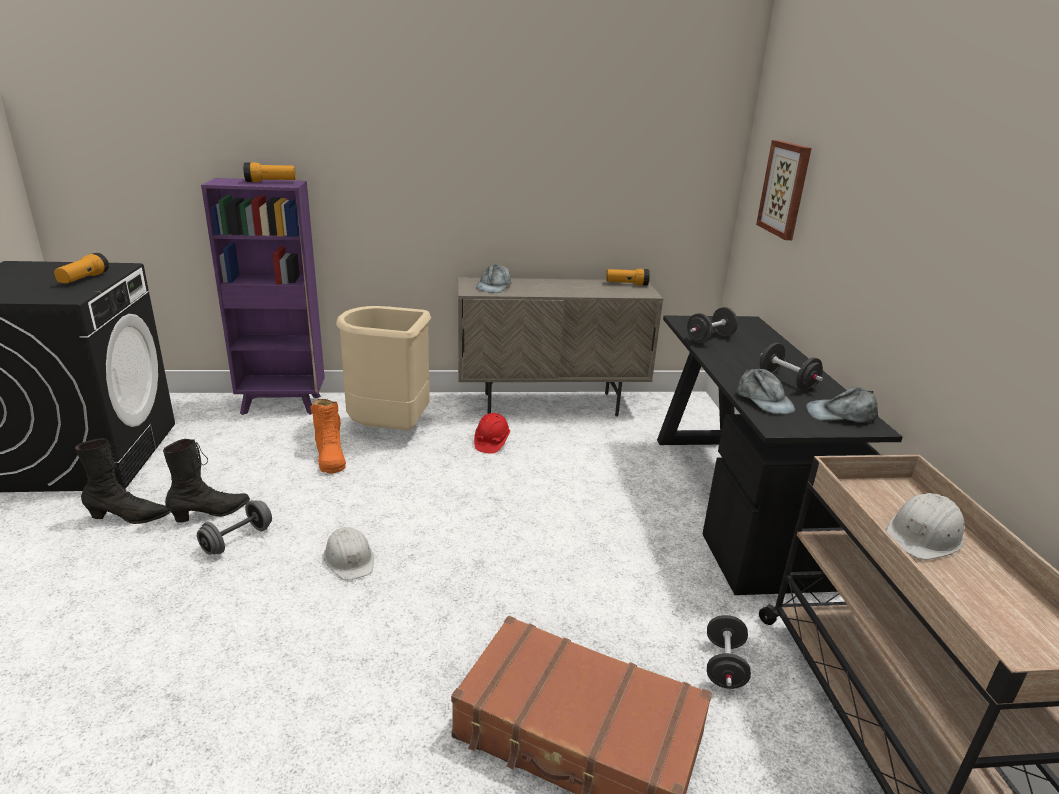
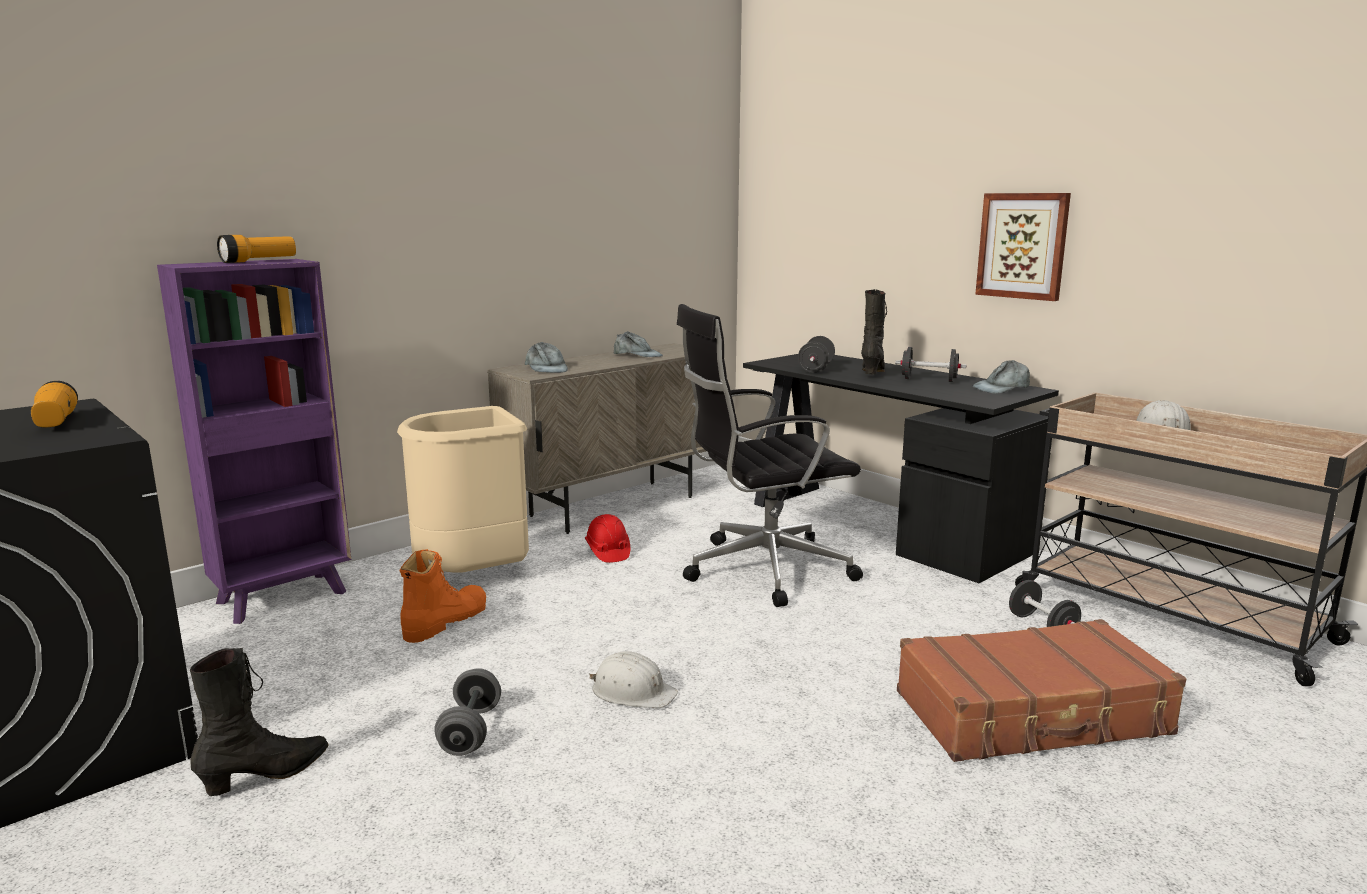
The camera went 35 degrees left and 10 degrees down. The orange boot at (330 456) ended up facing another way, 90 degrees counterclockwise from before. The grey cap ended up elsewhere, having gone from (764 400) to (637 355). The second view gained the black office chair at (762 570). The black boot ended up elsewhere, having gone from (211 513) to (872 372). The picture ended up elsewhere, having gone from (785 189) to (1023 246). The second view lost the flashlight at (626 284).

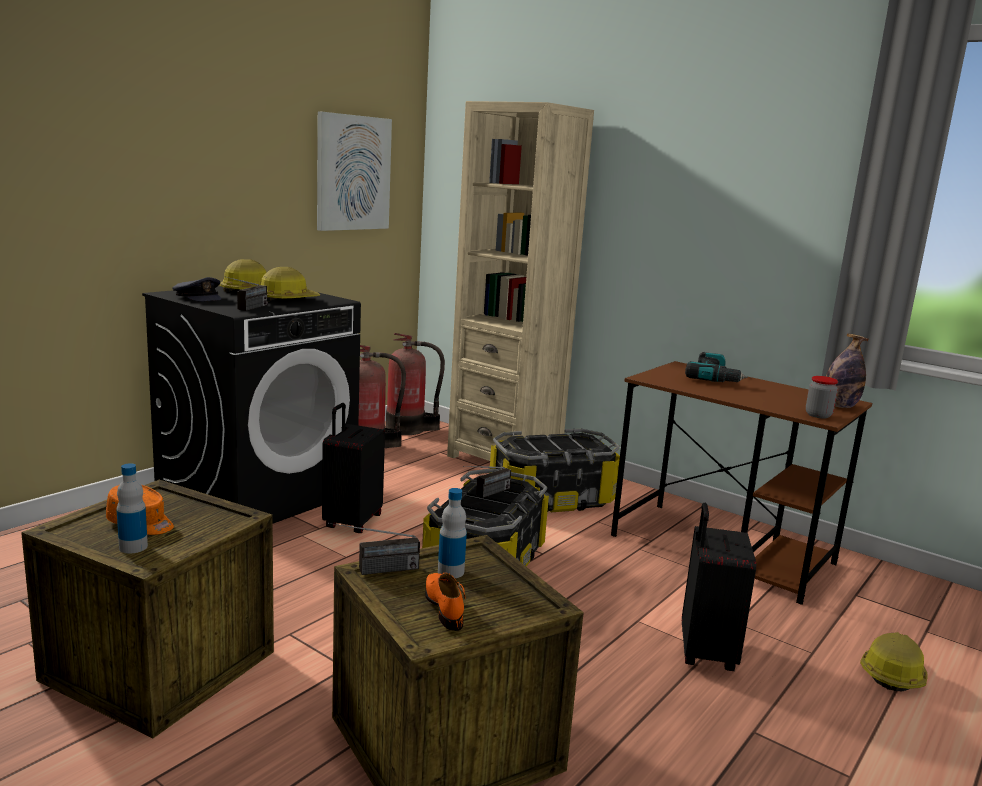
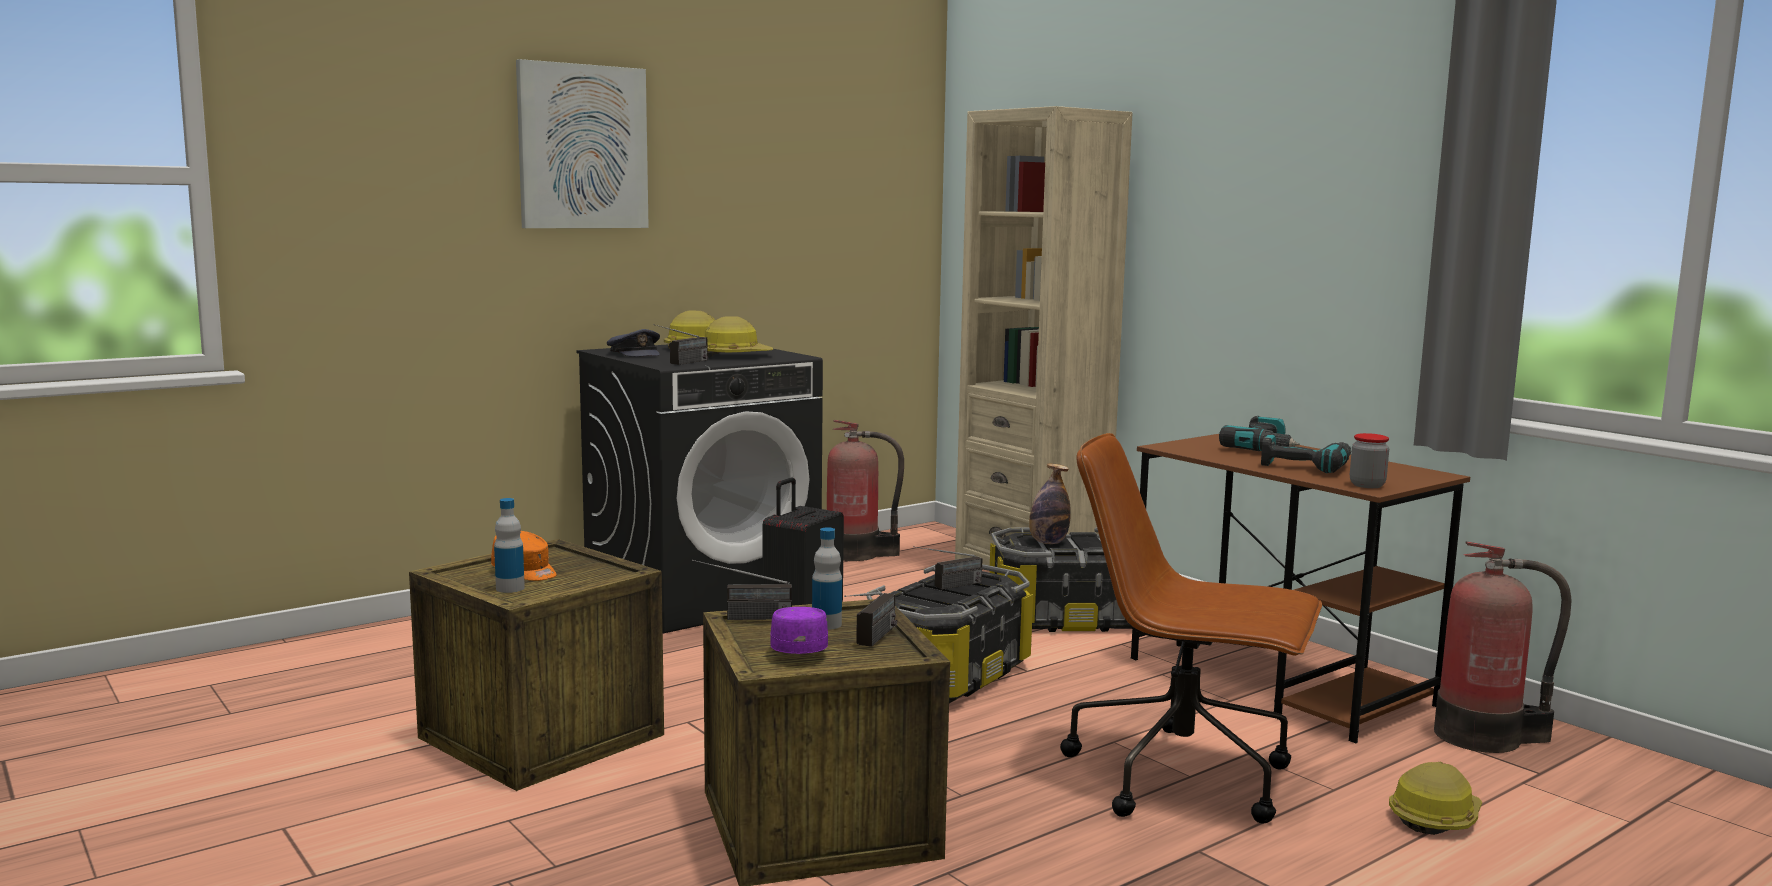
The camera went 15 degrees right and 5 degrees down. The picture ended up elsewhere, having gone from (353 173) to (582 147). Where the orange shoe stood at (444 606), the purple cap came to stand at (799 647). The second view gained the radio at (871 641). The bottle ended up elsewhere, having gone from (839 406) to (1048 542). Where the black suitcase stood at (704 652), the brown office chair came to stand at (1184 776). The second view gained the power drill at (1305 466). The fire extinguisher ended up elsewhere, having gone from (408 429) to (1484 737).

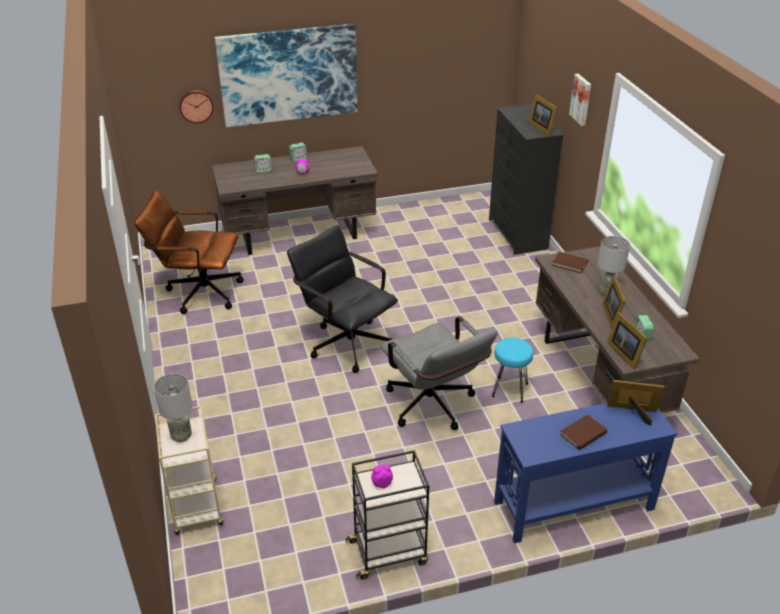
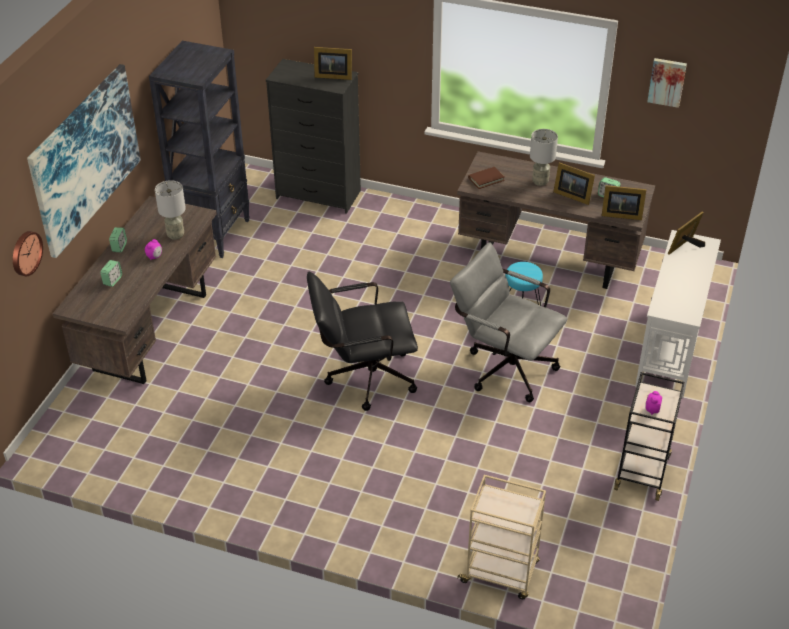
The camera went 55 degrees left and 5 degrees up. The second view gained the black bookcase at (214 233). The grey table lamp ended up elsewhere, having gone from (181 436) to (175 235). The grey office chair at (434 408) ended up facing another way, 150 degrees counterclockwise from before. What was the blue console table at (572 505) turned into the white console table at (669 348). The picture ended up elsewhere, having gone from (581 99) to (667 81). The second view lost the brown office chair at (198 292). The second view lost the brown book at (583 434).

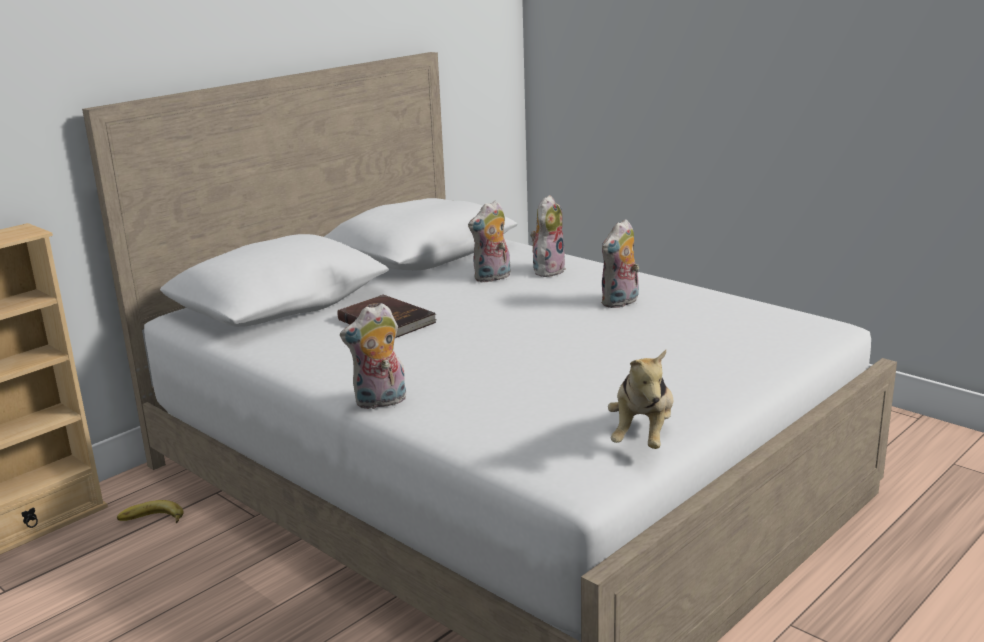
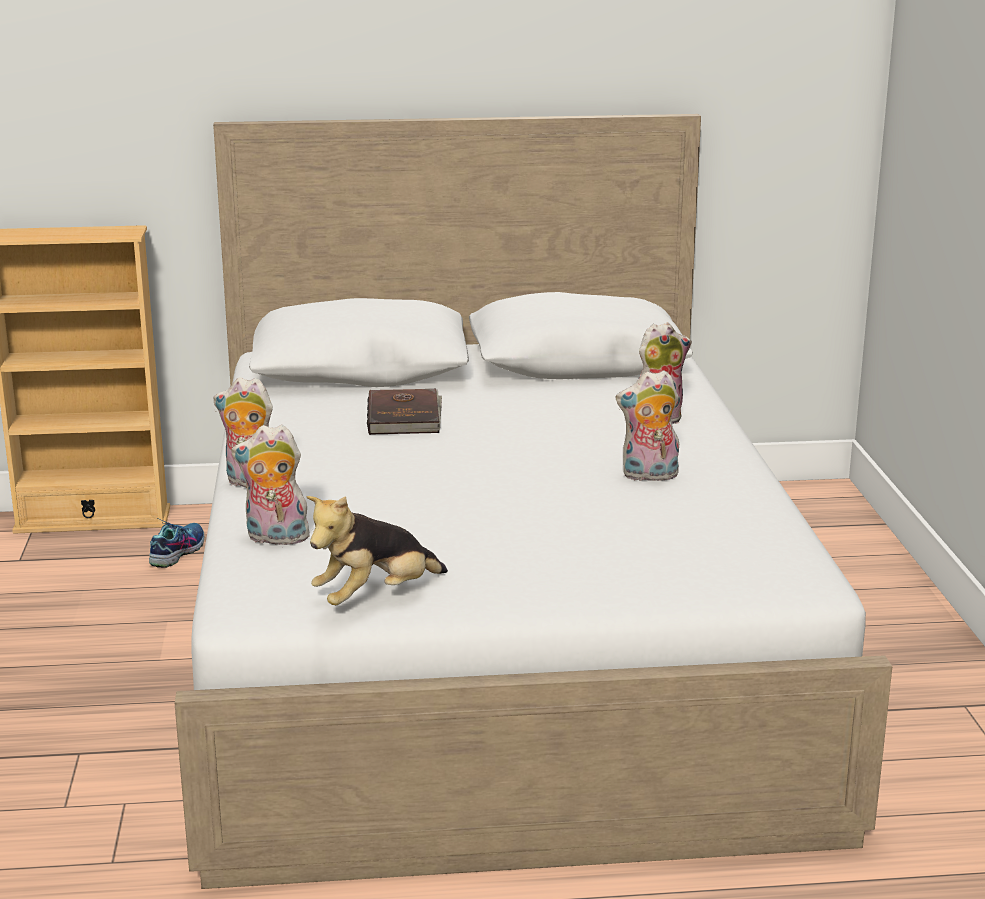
The camera went 40 degrees right and 0 degrees up. Where the banana stood at (151 521), the shoe came to stand at (177 552). The plush toy ended up elsewhere, having gone from (492 278) to (275 539).

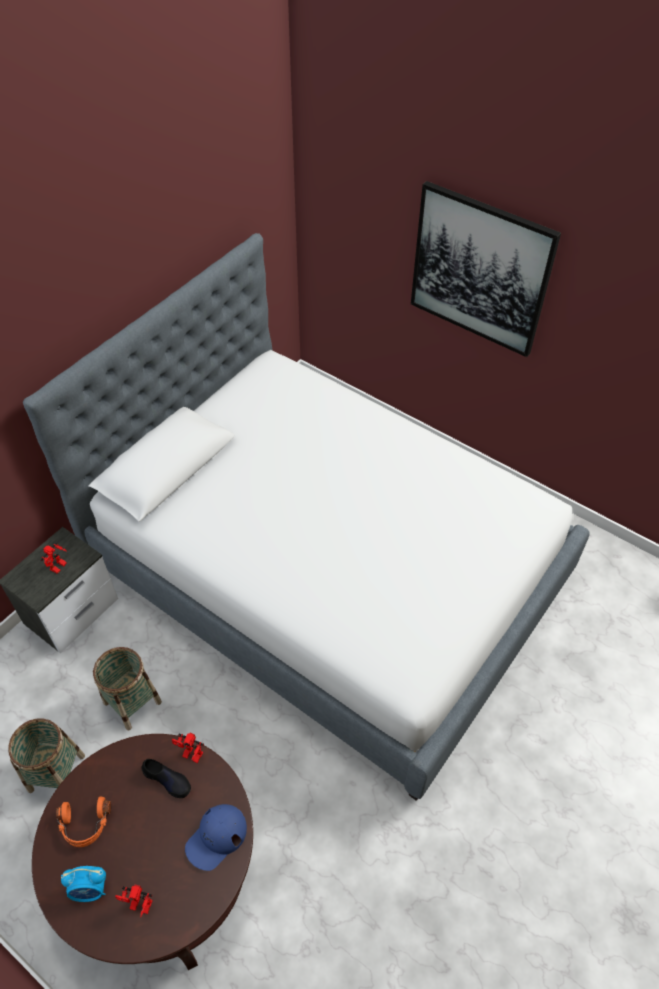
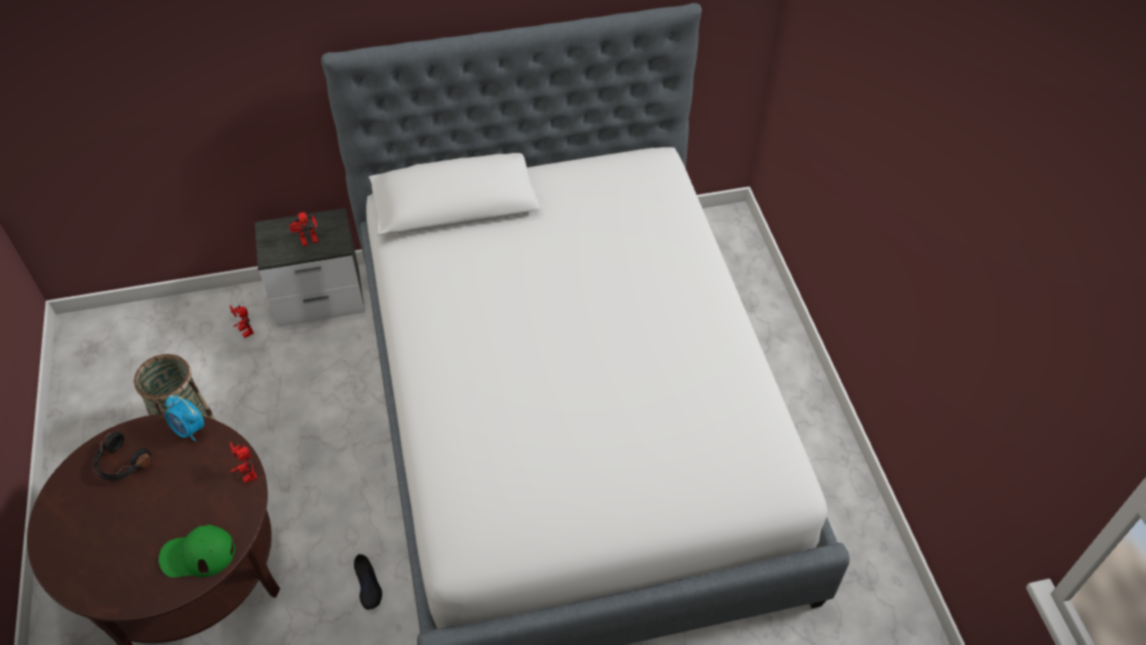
The camera went 40 degrees right and 0 degrees up. What was the orange headphones at (85 825) turned into the black headphones at (121 464). What was the blue cap at (216 837) turned into the green cap at (198 554). The alarm clock ended up elsewhere, having gone from (90 889) to (189 430). The toy robot ended up elsewhere, having gone from (138 907) to (243 331). The black shoe ended up elsewhere, having gone from (167 779) to (368 585). The second view lost the basket at (132 702). The second view lost the picture at (480 270).

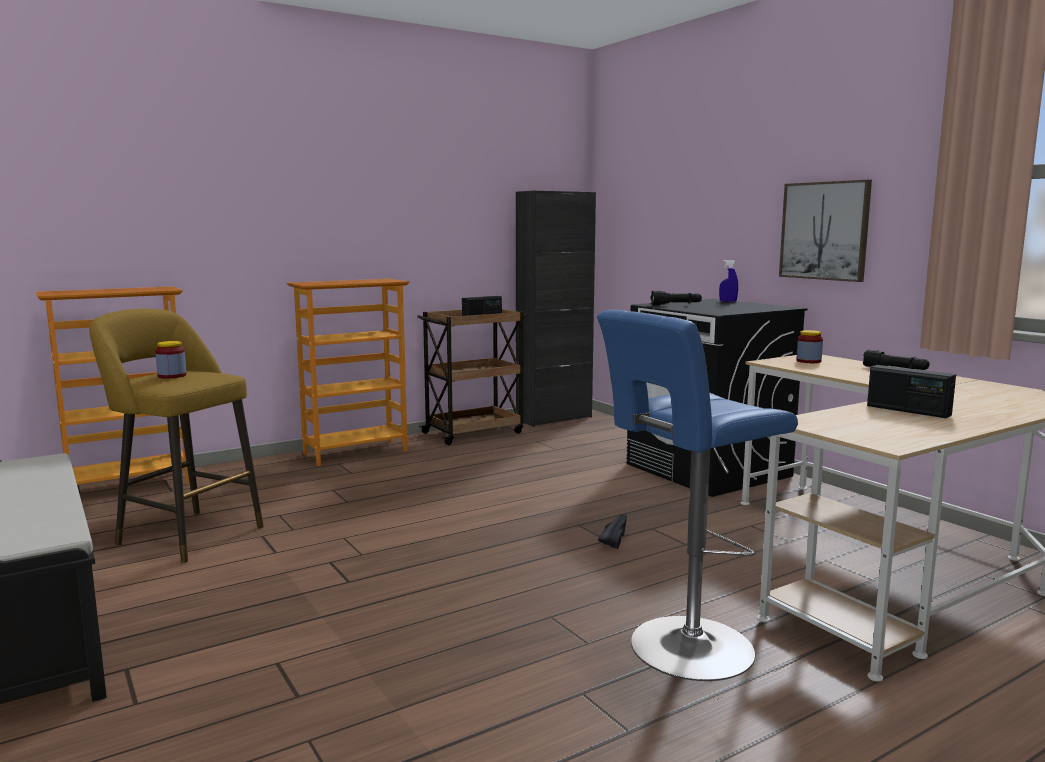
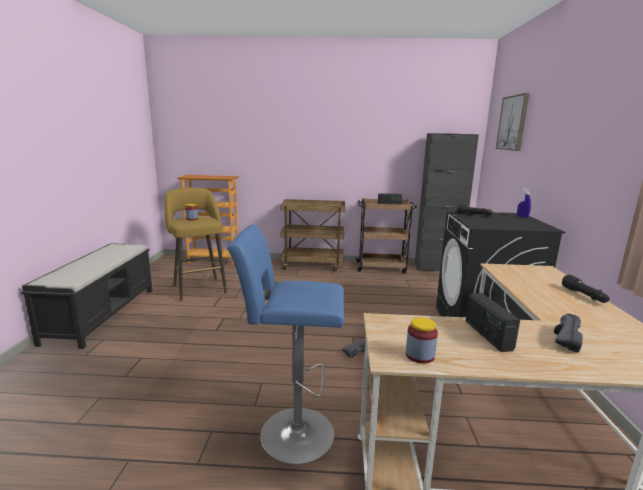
The camera went 35 degrees right and 5 degrees up. Where the bookcase stood at (355 452), the brown cart came to stand at (313 265). The jar ended up elsewhere, having gone from (808 361) to (420 355). The picture ended up elsewhere, having gone from (824 231) to (513 123). The second view gained the black shoe at (562 339).

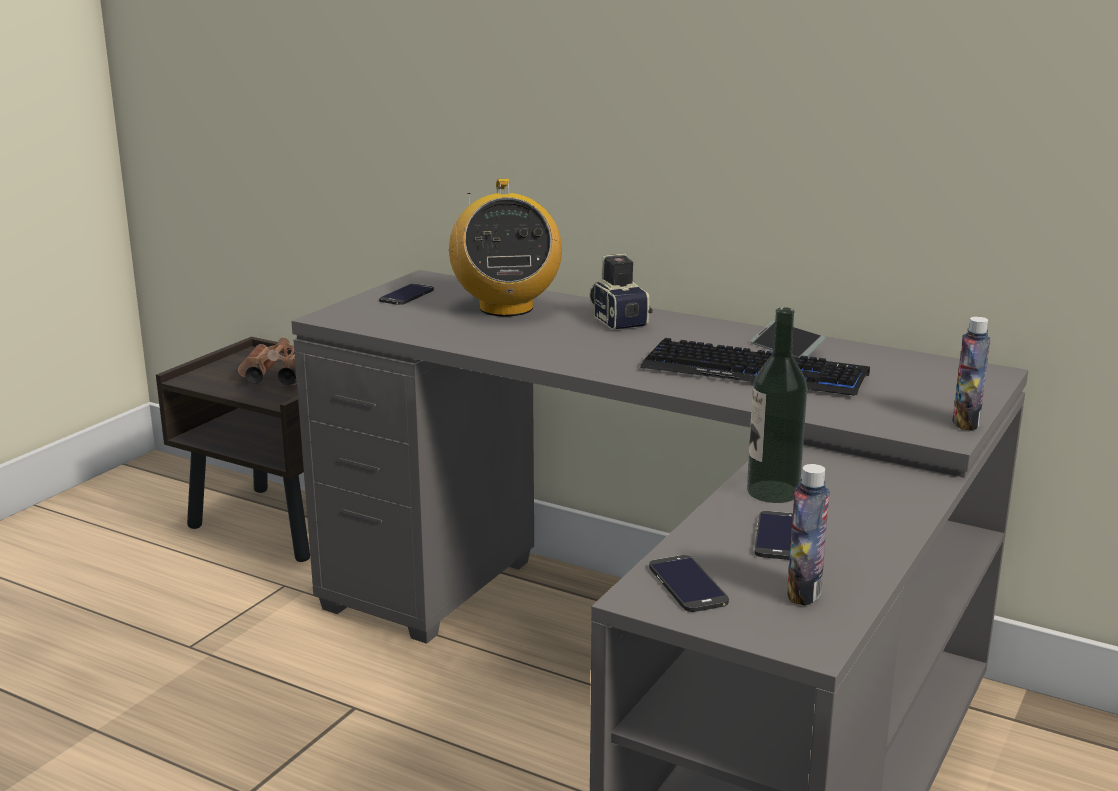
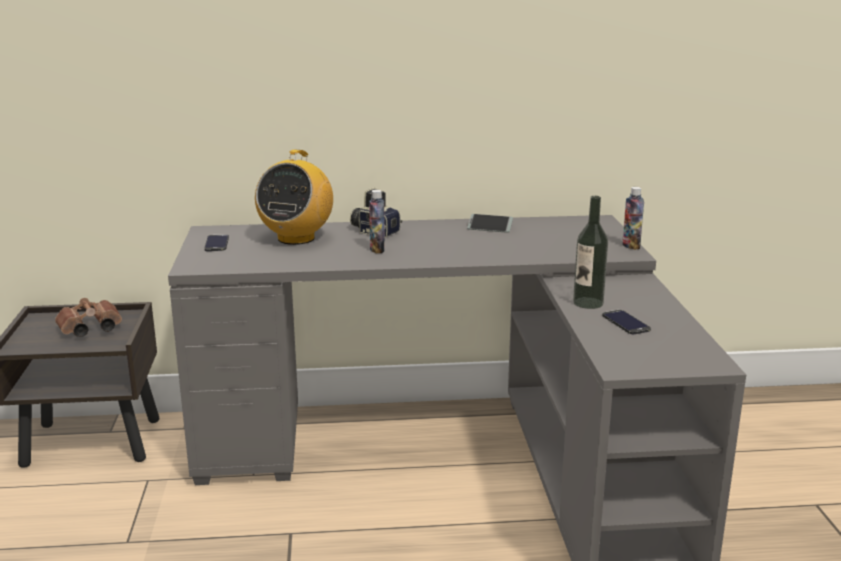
The camera went 35 degrees left and 0 degrees up. The radio at (506 308) ended up facing another way, 60 degrees clockwise from before. The bottle ended up elsewhere, having gone from (804 593) to (377 250). The second view lost the keyboard at (754 372). The second view lost the phone at (687 584).

